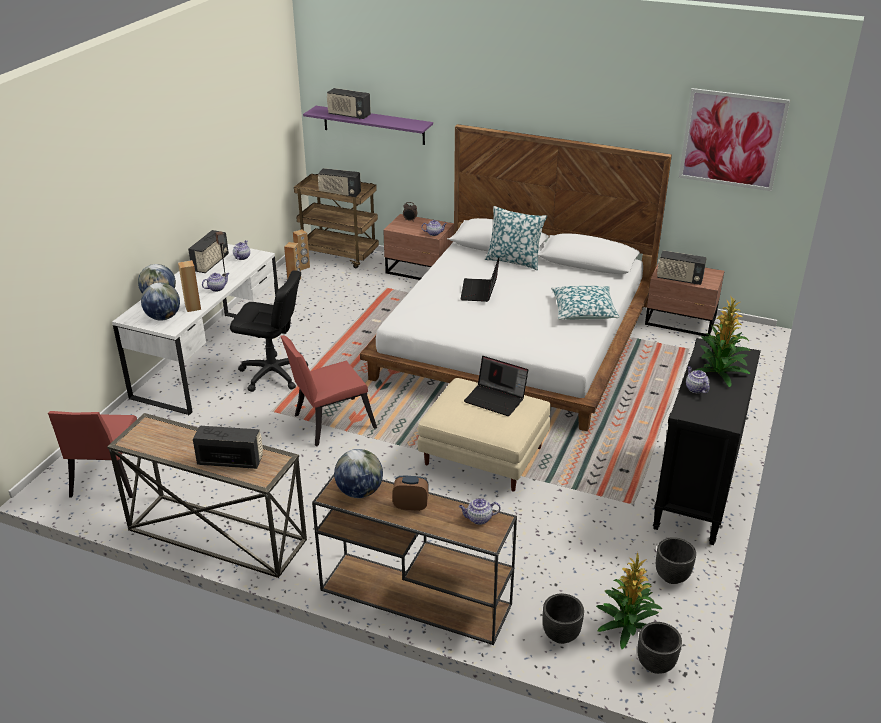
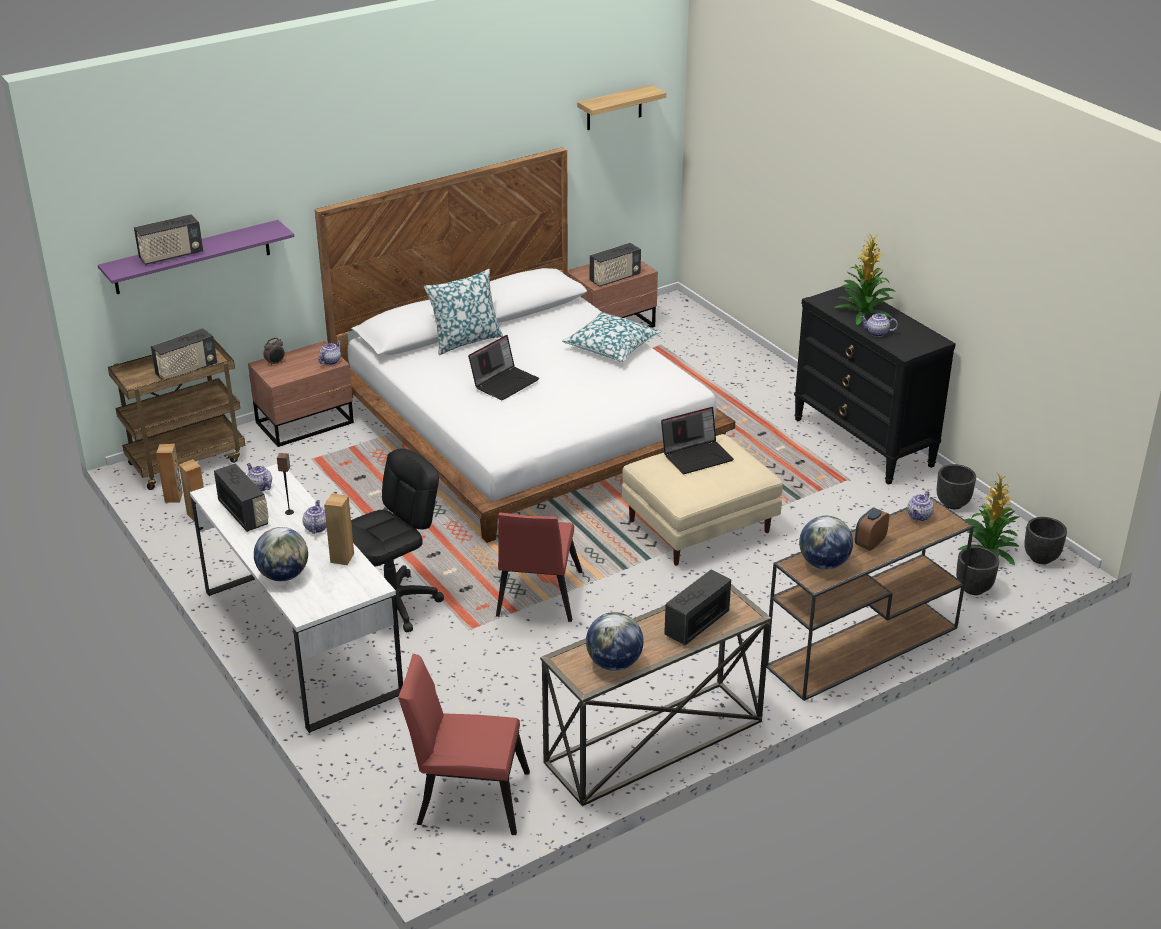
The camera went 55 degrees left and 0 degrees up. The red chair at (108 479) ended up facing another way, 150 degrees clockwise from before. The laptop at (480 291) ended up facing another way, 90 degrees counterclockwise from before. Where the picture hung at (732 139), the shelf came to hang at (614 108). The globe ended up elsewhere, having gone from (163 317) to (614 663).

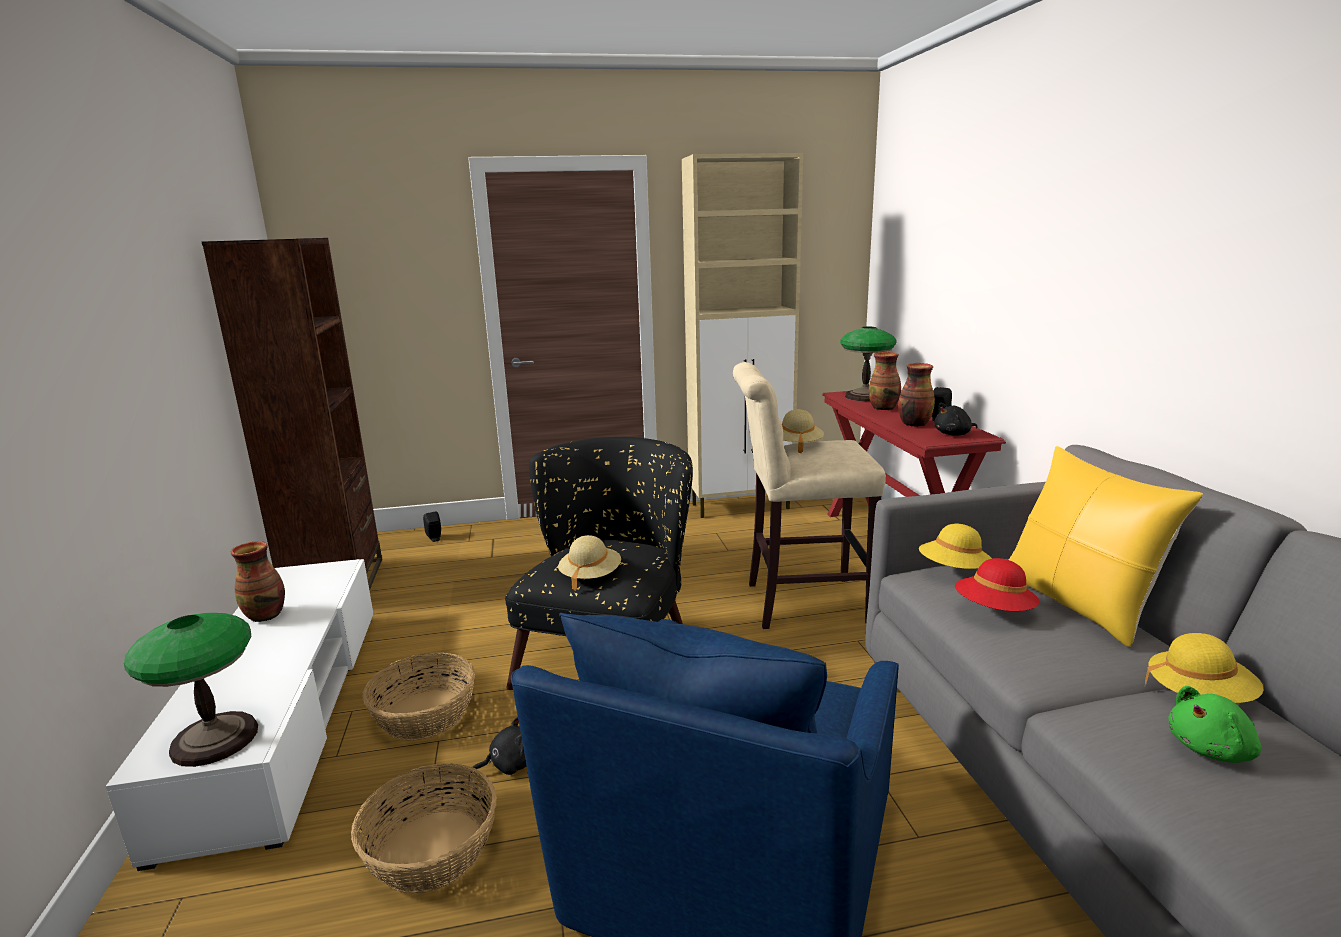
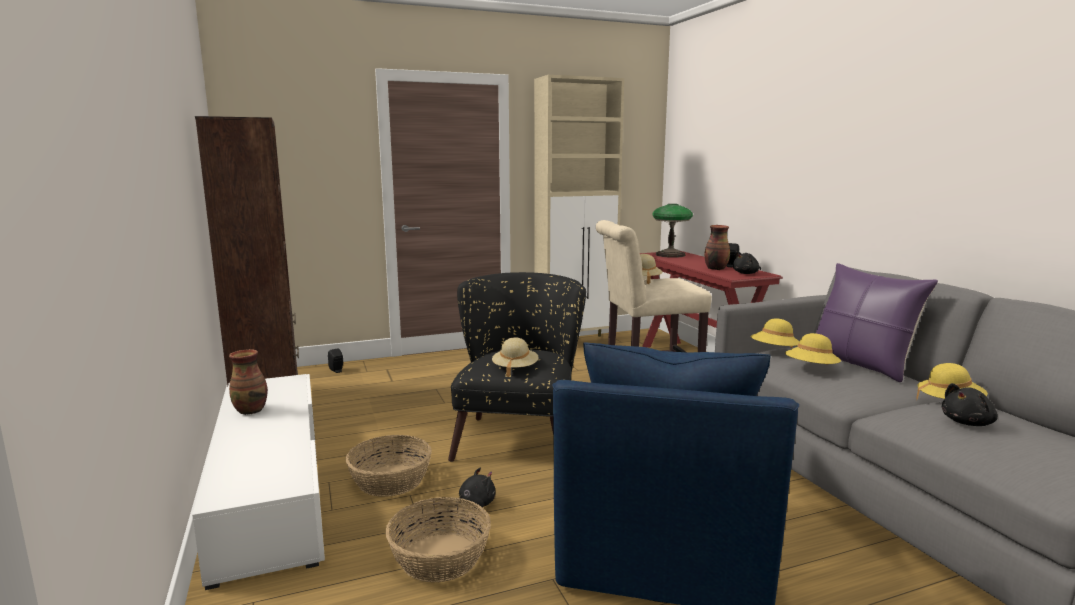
The camera went 10 degrees left and 5 degrees down. What was the red hat at (994 611) turned into the yellow hat at (811 369). What was the yellow pillow at (1078 604) turned into the purple pillow at (860 364). What was the green plush toy at (1212 749) turned into the black plush toy at (968 423). The second view lost the table lamp at (216 739). The second view lost the vase at (884 408).

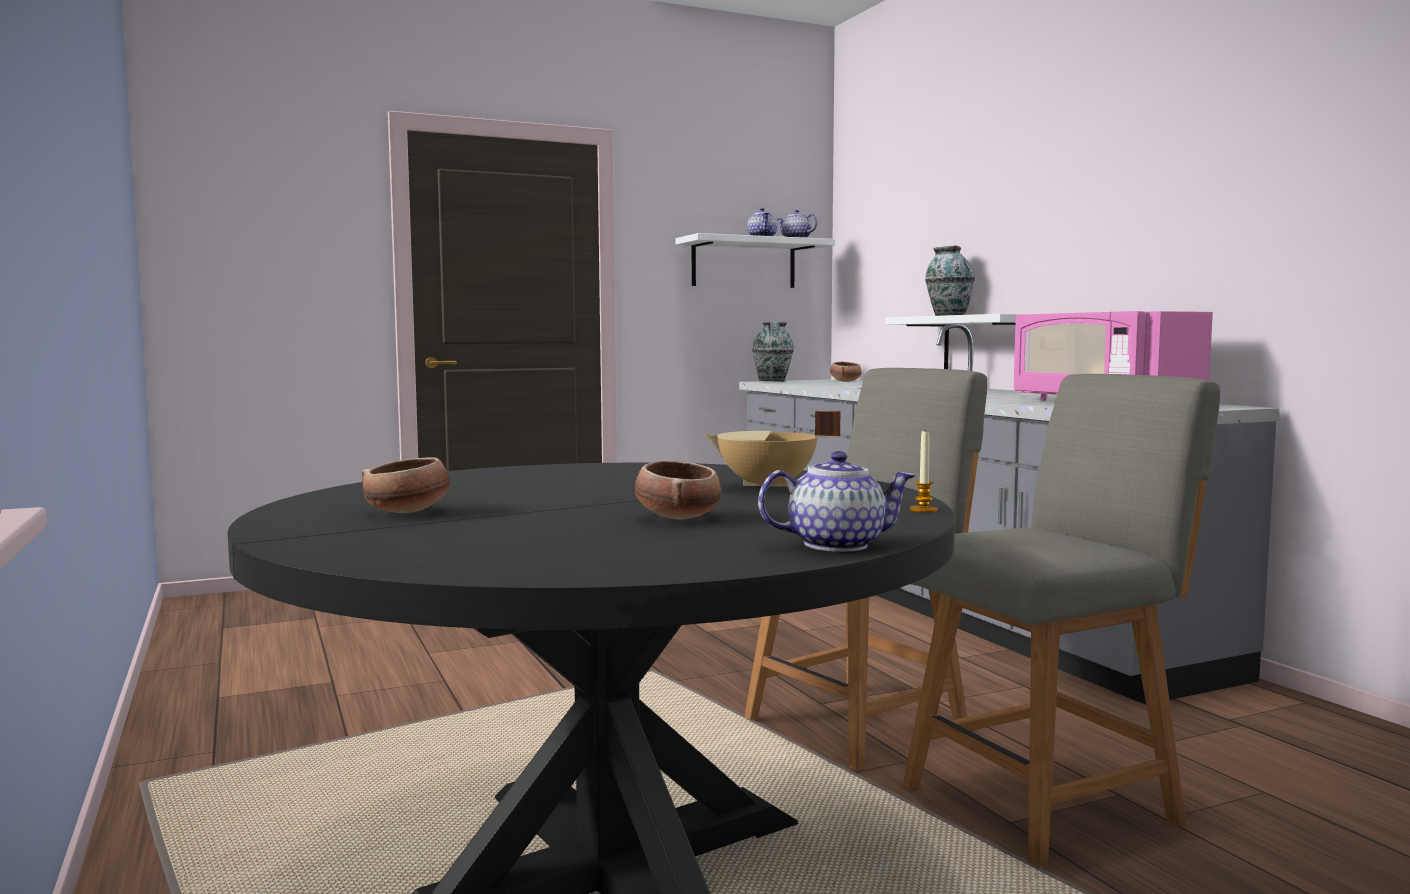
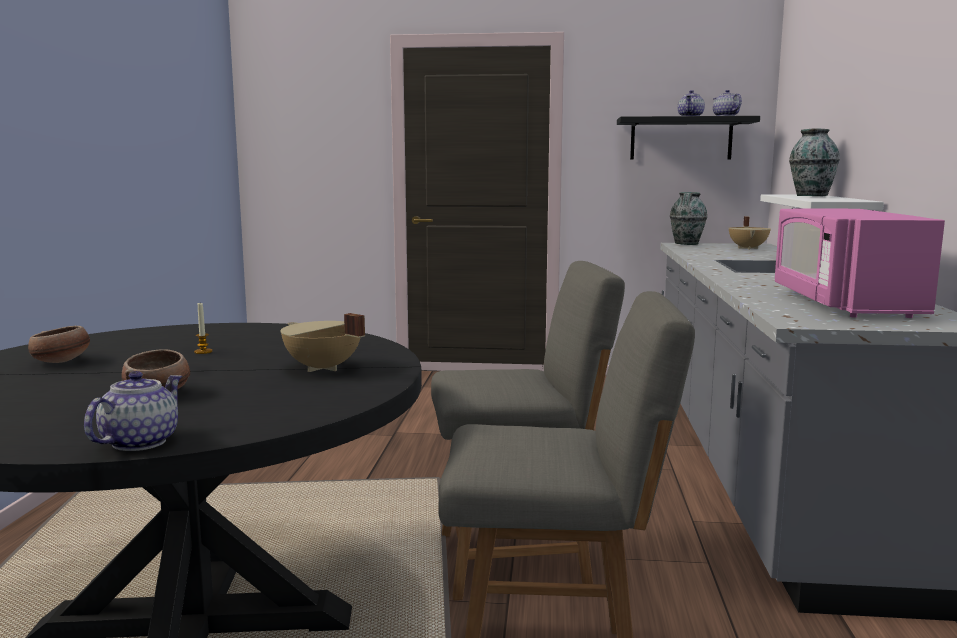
The camera went 30 degrees right and 5 degrees up. The teapot at (837 544) ended up facing another way, 90 degrees counterclockwise from before. The candle ended up elsewhere, having gone from (923 510) to (203 352). What was the white shelf at (743 263) turned into the black shelf at (681 139). Where the bowl stood at (845 381), the beige cooking pot came to stand at (748 248).

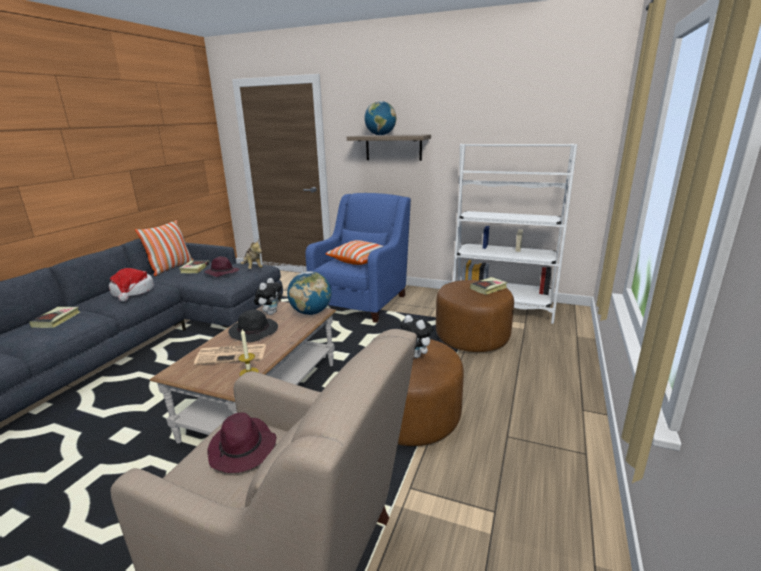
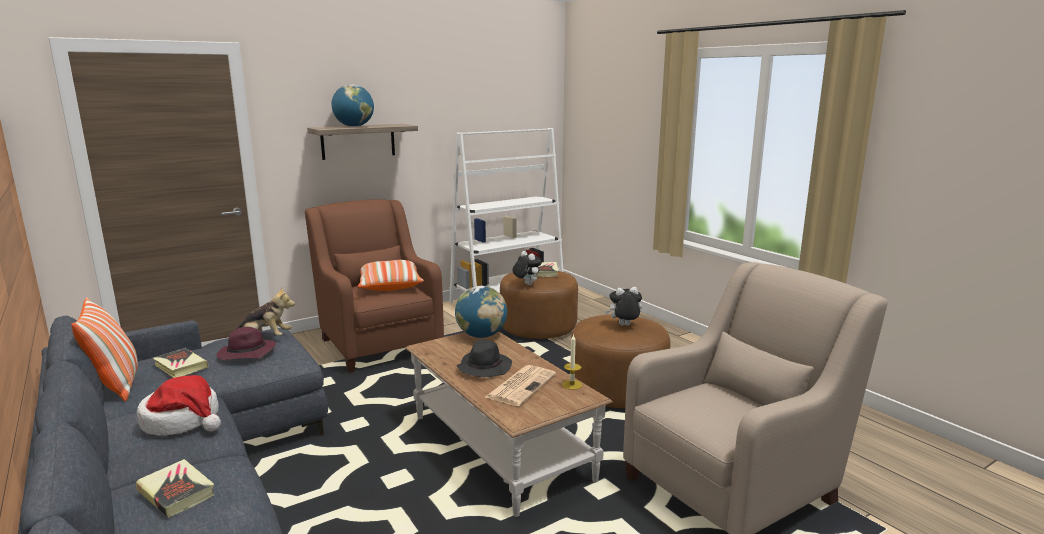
The camera went 55 degrees left and 5 degrees down. What was the blue armchair at (362 301) turned into the brown armchair at (379 343). The plush toy ended up elsewhere, having gone from (270 313) to (526 284). The second view lost the purple hat at (243 449).

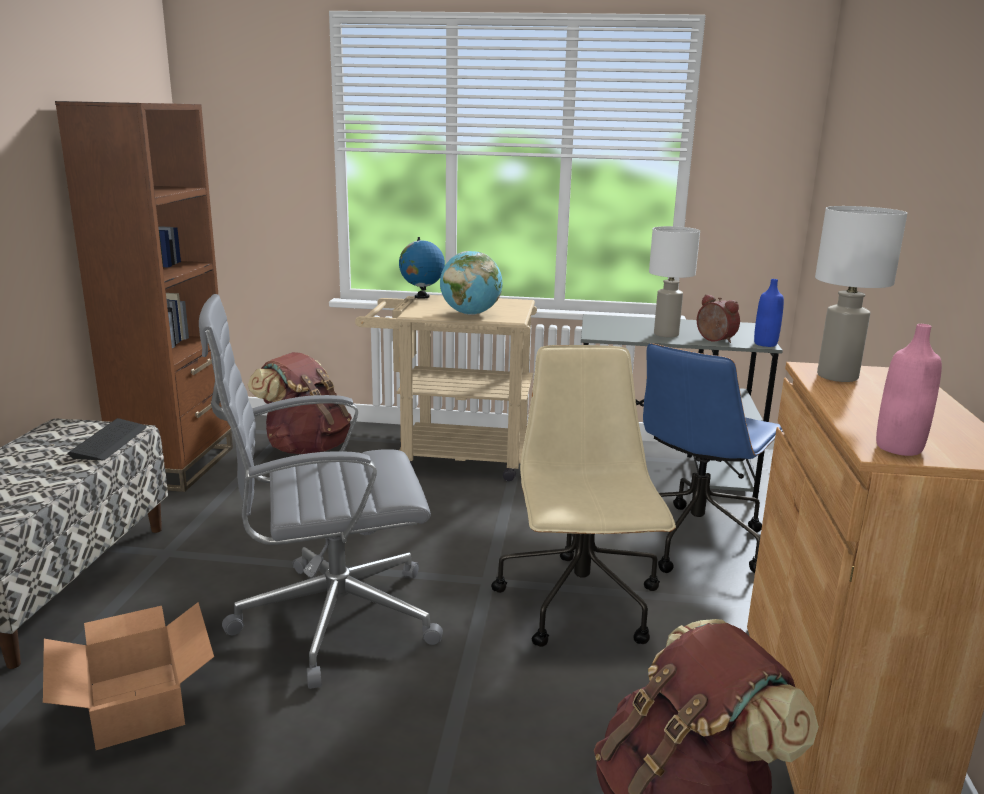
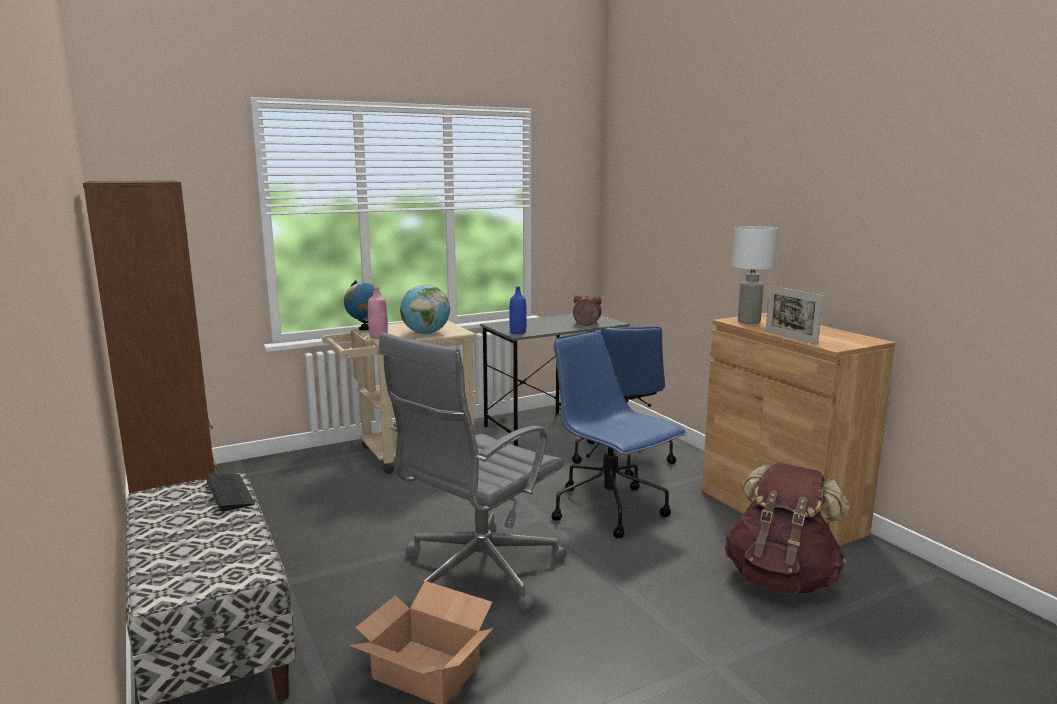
The camera went 35 degrees left and 5 degrees down. The pink bottle ended up elsewhere, having gone from (899 448) to (378 337). The blue bottle ended up elsewhere, having gone from (765 344) to (518 332). What was the beige office chair at (580 605) turned into the blue office chair at (610 510). The second view gained the picture frame at (790 337). The second view lost the brown backpack at (306 448). The second view lost the white table lamp at (666 334).

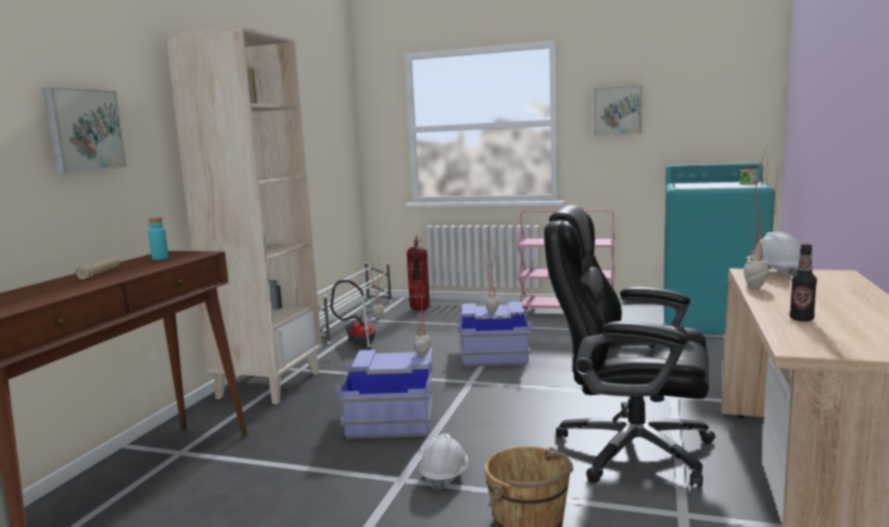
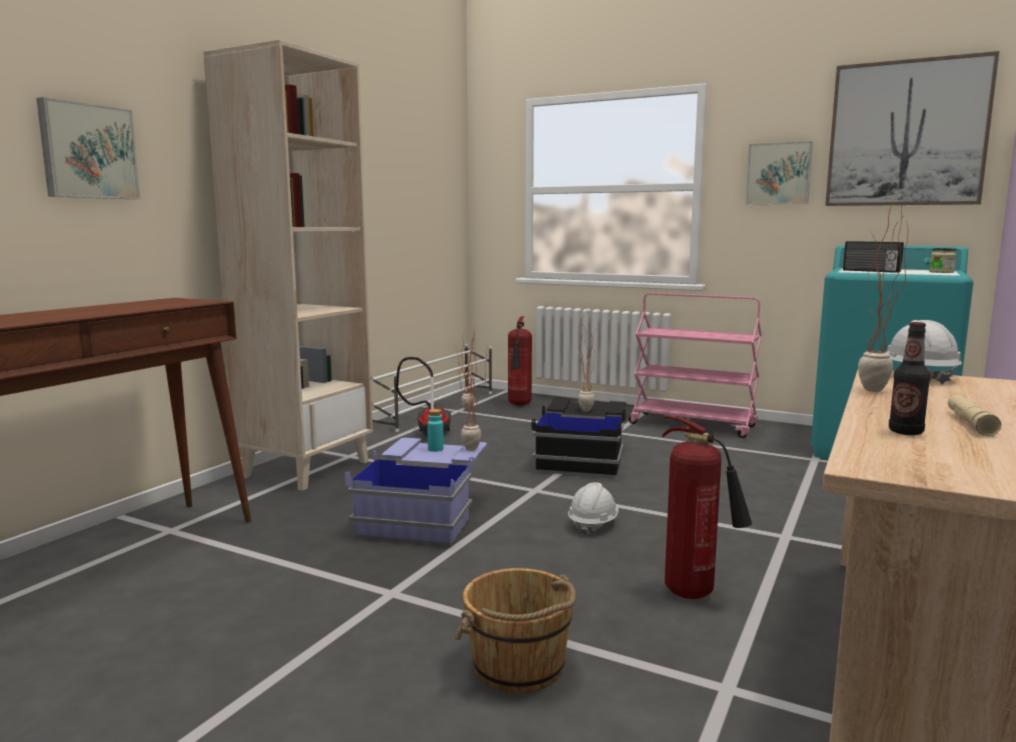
The camera went 10 degrees right and 0 degrees up. The turquoise bottle ended up elsewhere, having gone from (160 258) to (435 449). What was the blue storage box at (494 350) turned into the black storage box at (582 458). The white hard hat ended up elsewhere, having gone from (444 476) to (592 525). Where the black office chair stood at (630 449), the fire extinguisher came to stand at (695 594). The second view gained the picture at (906 134). The second view gained the radio at (871 271). The beige flashlight ended up elsewhere, having gone from (100 273) to (970 423).

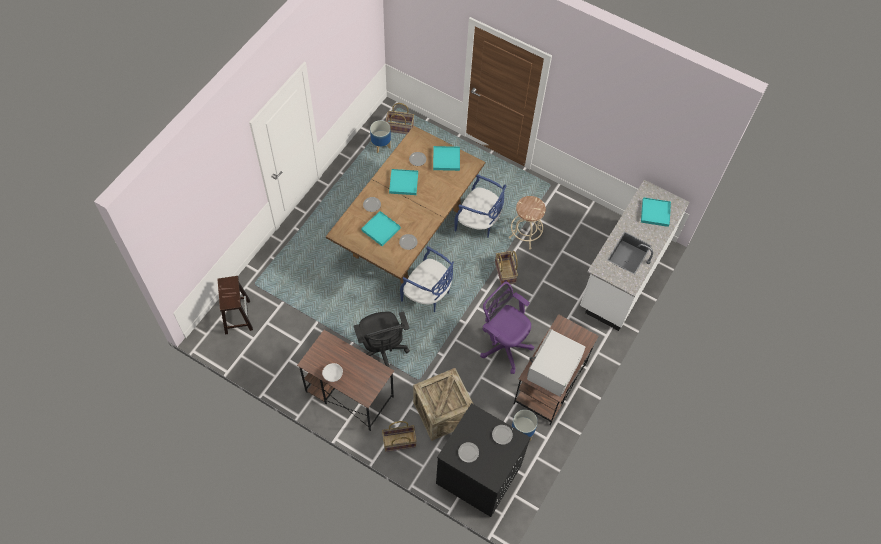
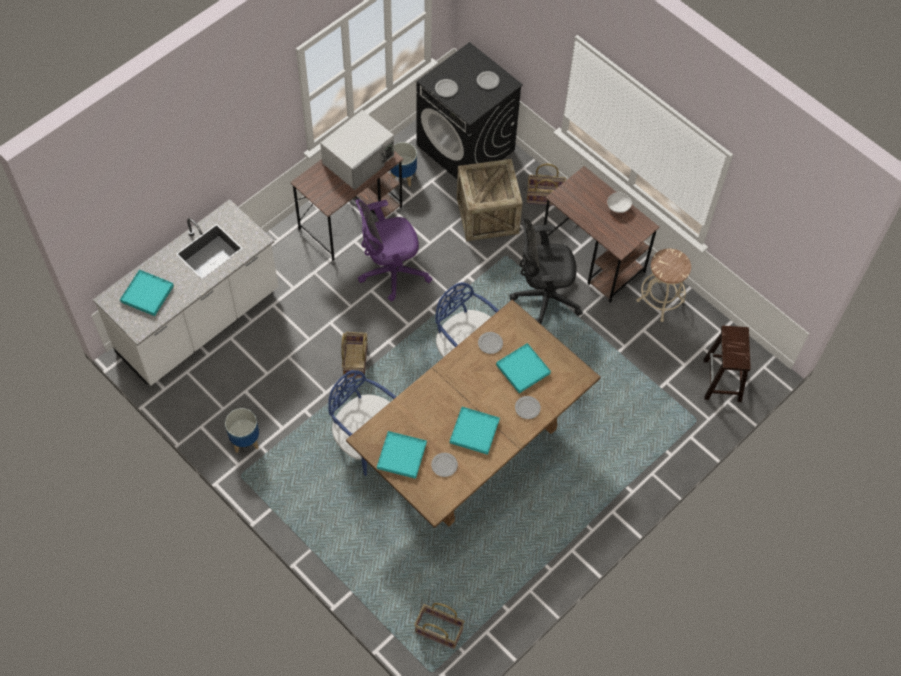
The camera went 165 degrees left and 0 degrees up. The planter ended up elsewhere, having gone from (381 146) to (245 440). The purple office chair at (503 344) ended up facing another way, 105 degrees clockwise from before. The black office chair at (382 352) ended up facing another way, 90 degrees counterclockwise from before. The beige stool ended up elsewhere, having gone from (525 234) to (660 301).

